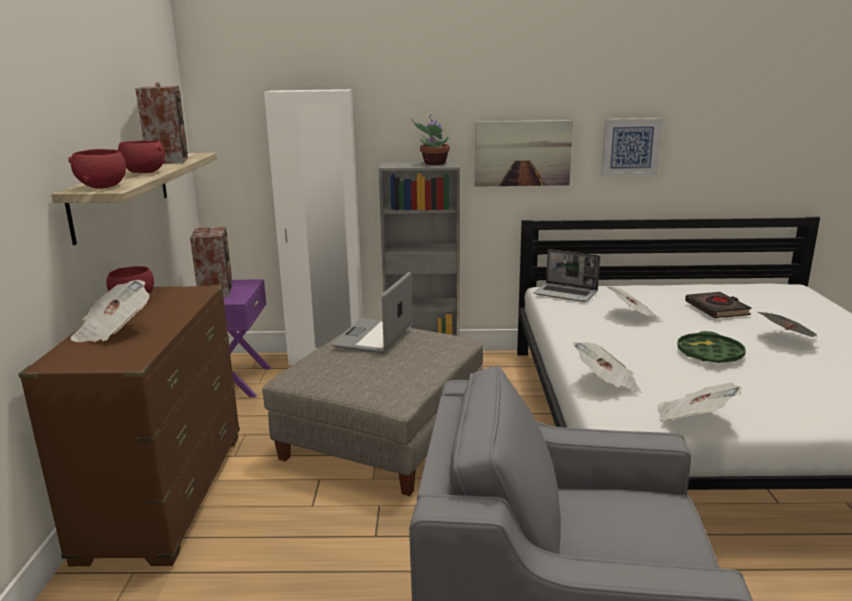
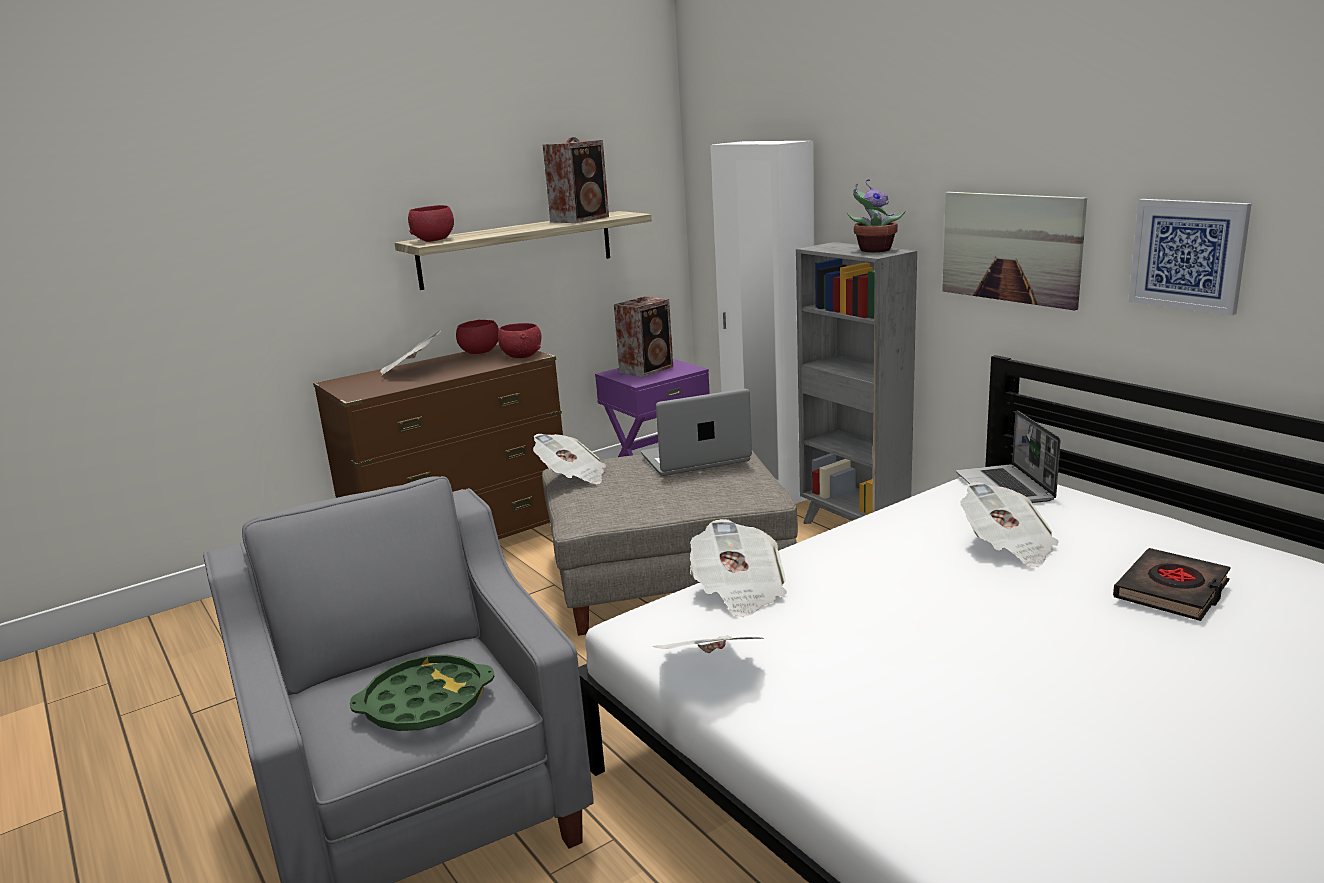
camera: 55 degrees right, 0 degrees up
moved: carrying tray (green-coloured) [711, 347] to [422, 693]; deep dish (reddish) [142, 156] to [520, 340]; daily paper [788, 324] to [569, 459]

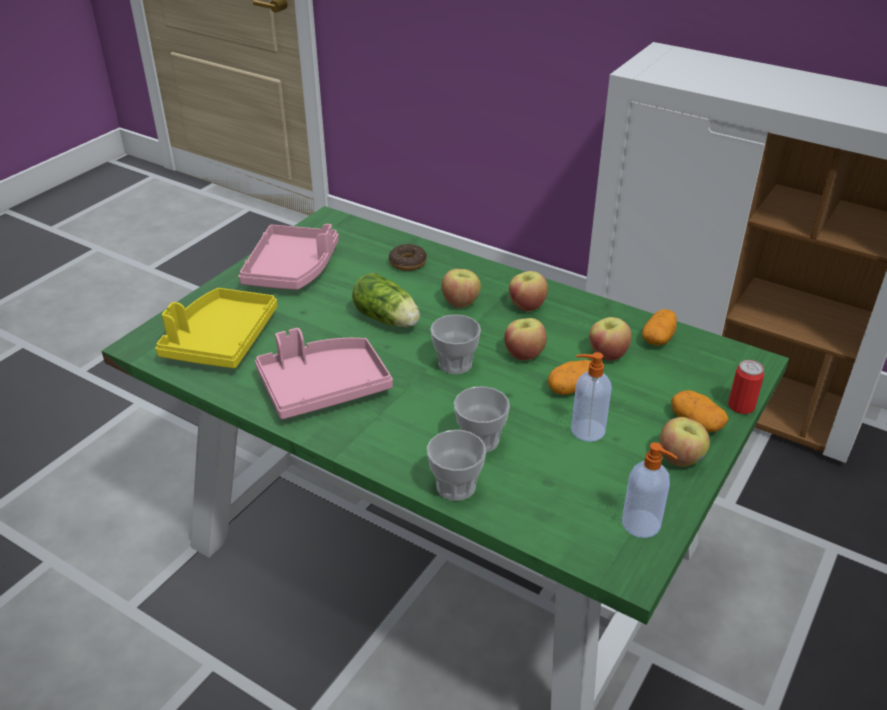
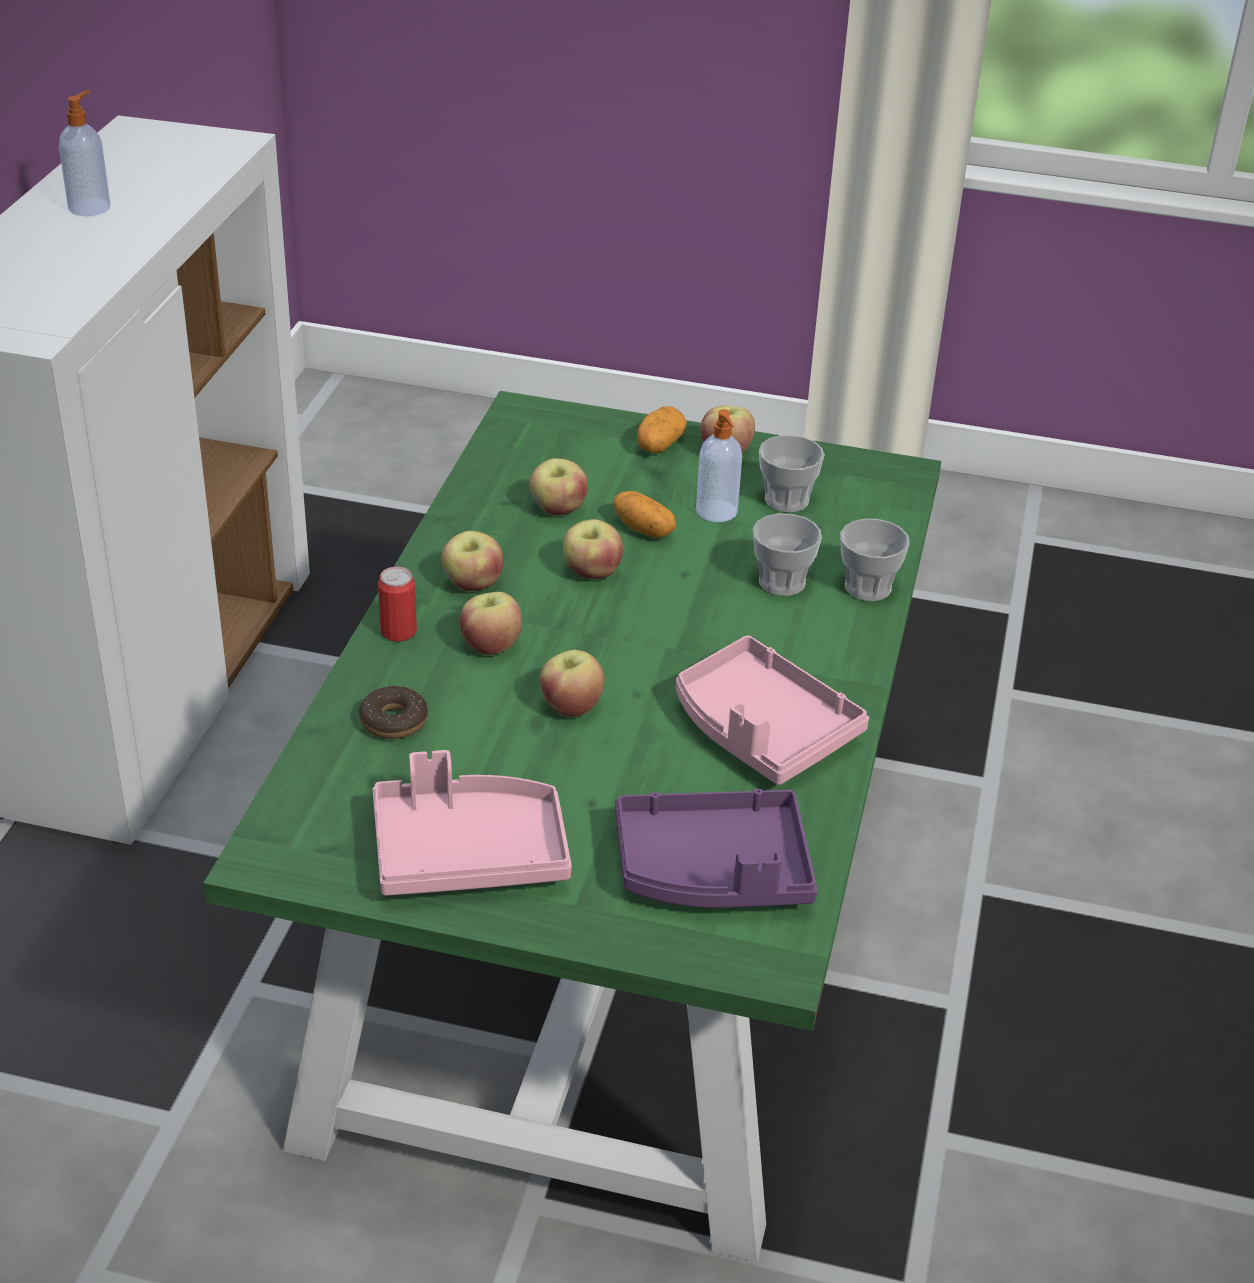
camera: 110 degrees left, 0 degrees up
removed: spud [659, 327]
moved: soap bottle [650, 490] to [84, 153]; can [746, 387] to [397, 604]; small cup [455, 344] to [792, 473]
replaced: lettuce [386, 300] to apple [572, 683]
recoloured: carrying tray (yellowish) [216, 328] to carrying tray (purple) [716, 848]

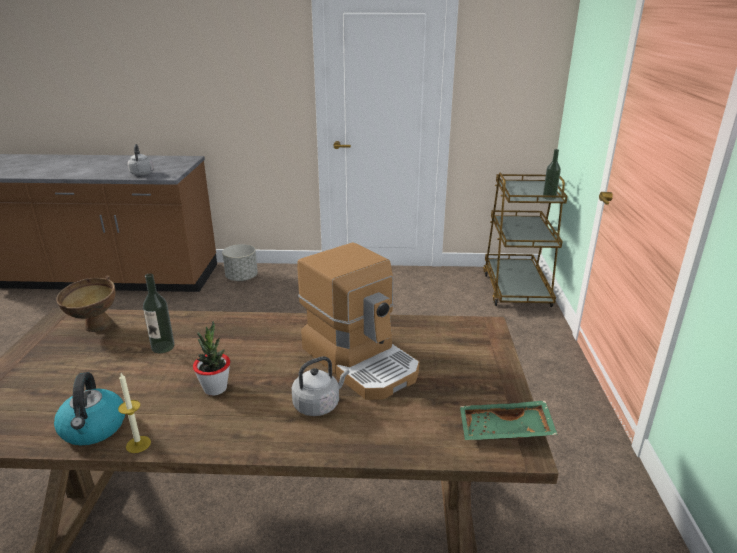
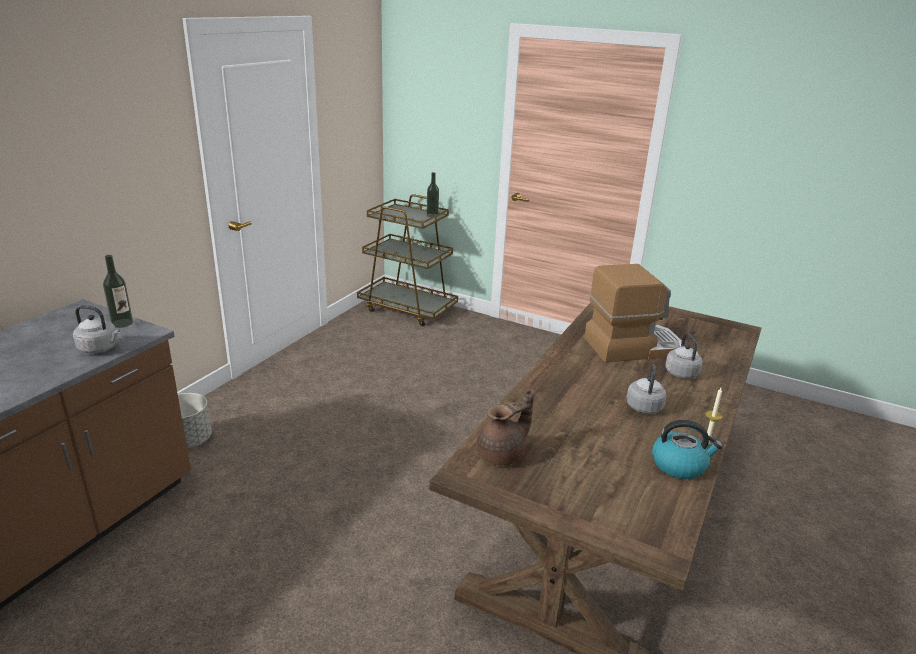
camera: 65 degrees left, 0 degrees up
removed: carrying tray (green-coloured) [509, 420]
moved: beverage bottle [159, 313] to [118, 291]
replaced: deep dish (brown) [86, 304] to pot for tea (brown) [505, 427]; potted plant [211, 358] to tea kettle (gray) [646, 389]

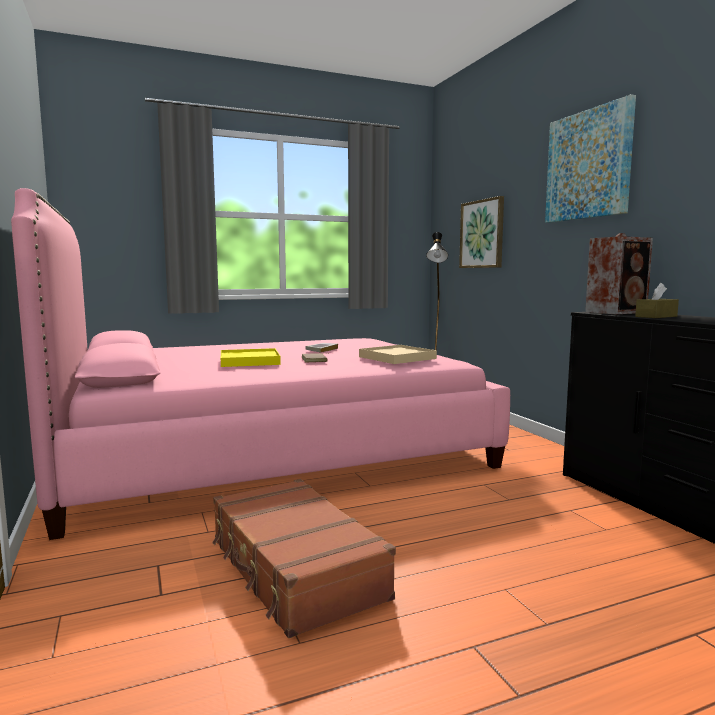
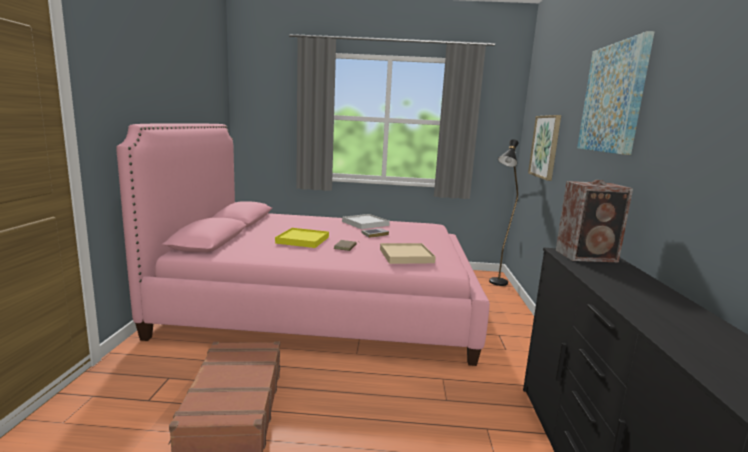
camera: 25 degrees right, 5 degrees up
removed: tissue box (brown) [657, 300]
added: carrying tray (white-coloured) [366, 221]

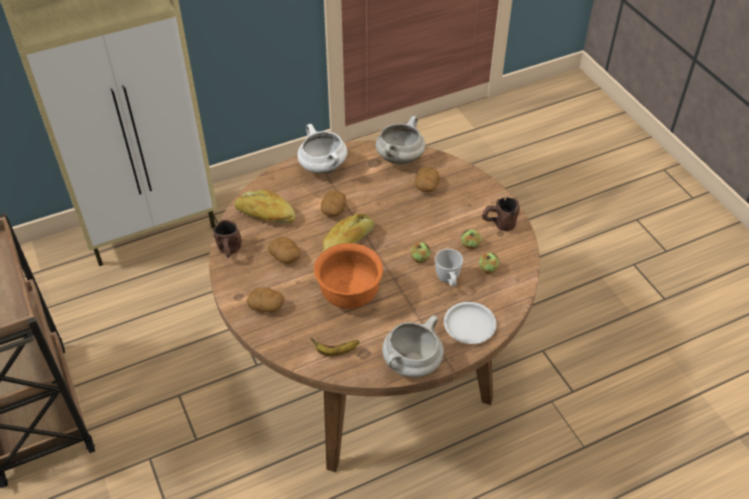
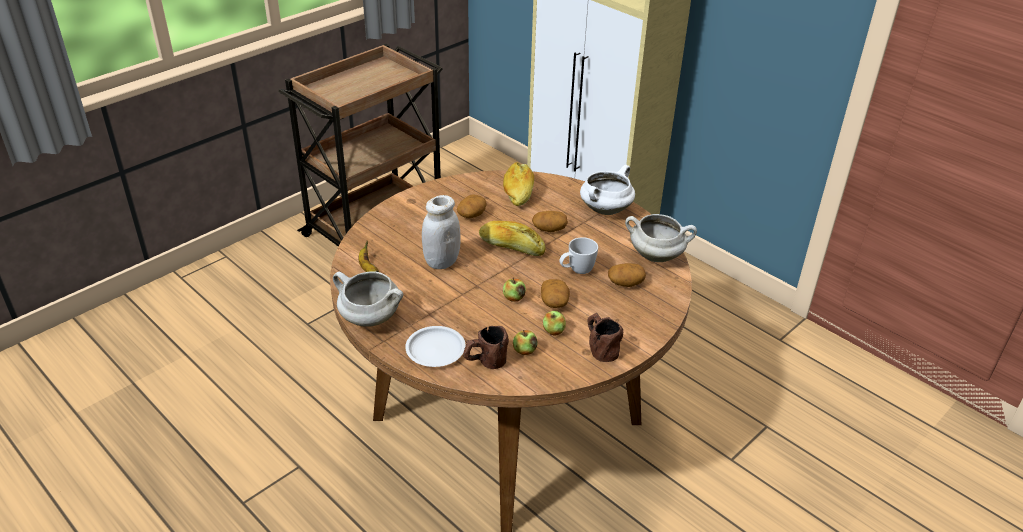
camera: 70 degrees right, 10 degrees down
moved: mug (brown) [227, 239] to [486, 347]; spud [265, 300] to [555, 293]; mug (white-coloured) [449, 267] to [578, 255]
replaced: deep dish (orange-coloured) [348, 276] to storage jar (white-coloured) [441, 232]

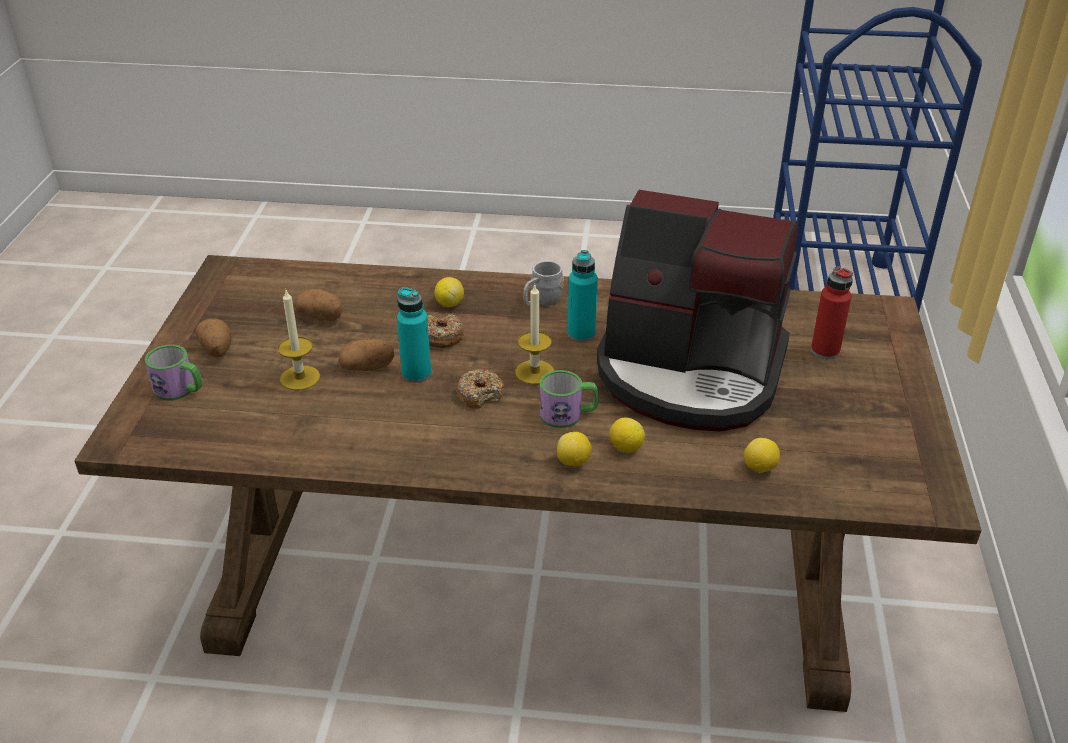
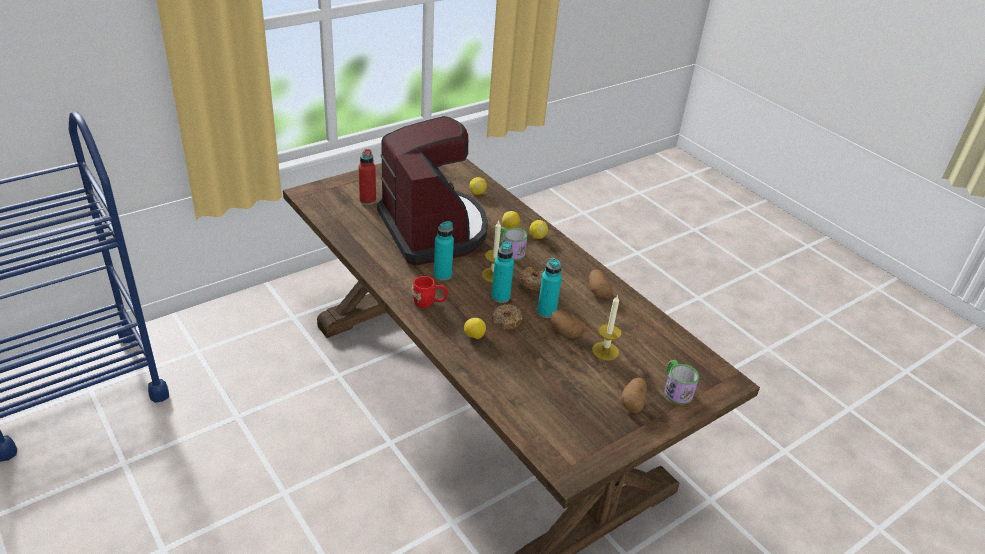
camera: 135 degrees left, 0 degrees up
added: beverage bottle (turquoise-coloured) [502, 272]
moved: spud [319, 305] to [600, 283]
recoloured: mug (gray) [543, 283] to mug (reddish) [429, 292]

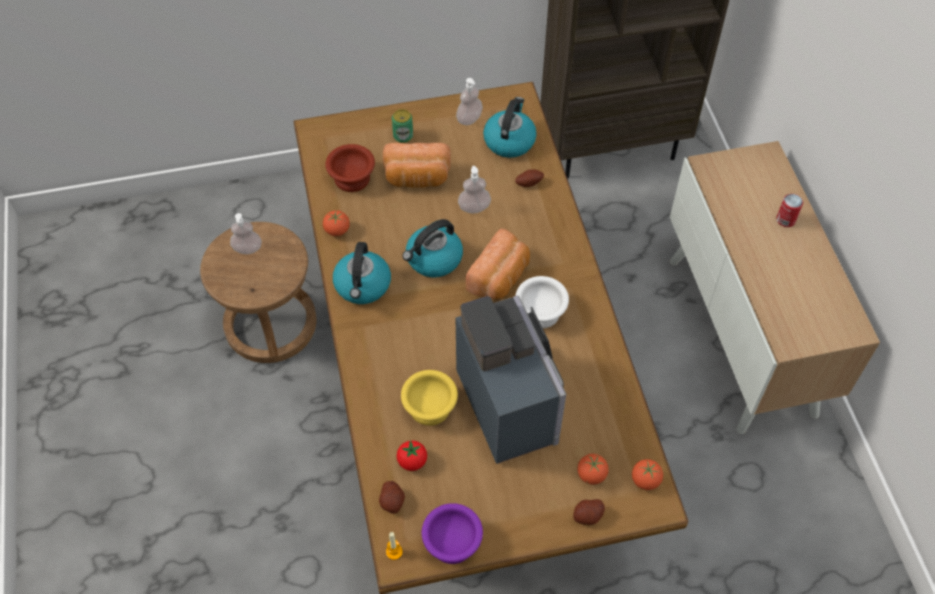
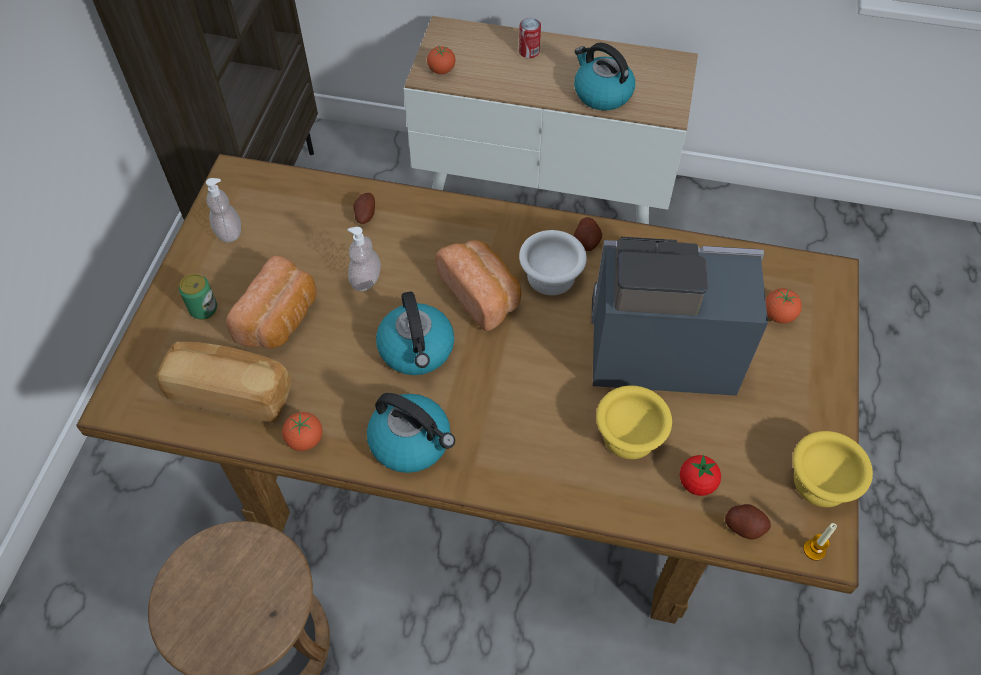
camera: 65 degrees left, 0 degrees up
removed: soap bottle [246, 233]
moved: tomato [647, 474] to [441, 60]; tea kettle [510, 127] to [604, 76]; spud [589, 512] to [588, 234]
replaced: deep dish (brown) [350, 168] to bread [223, 382]
recoloured: deep dish (purple) [452, 533] to deep dish (yellowish) [833, 469]

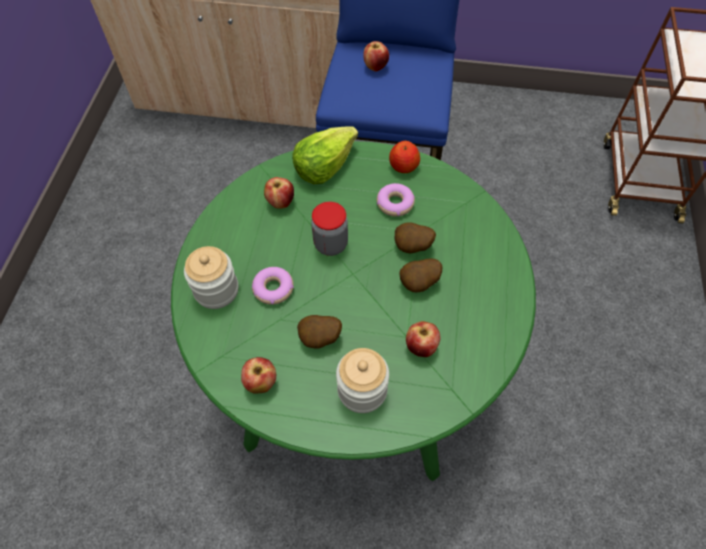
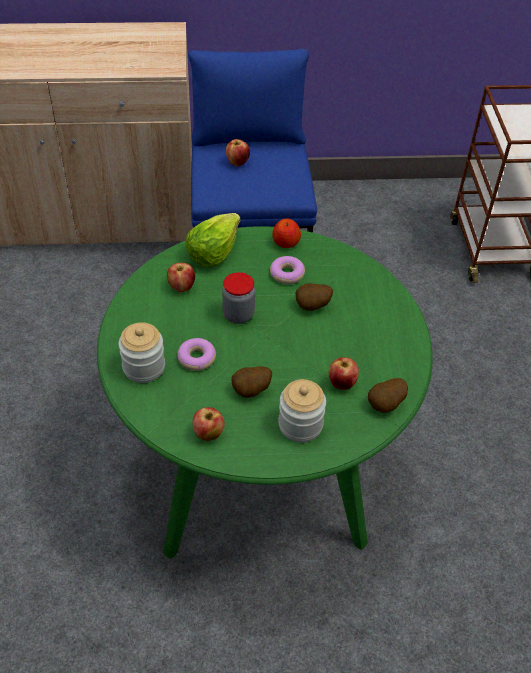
camera: 15 degrees left, 10 degrees down
moved: spud [420, 275] to [388, 395]

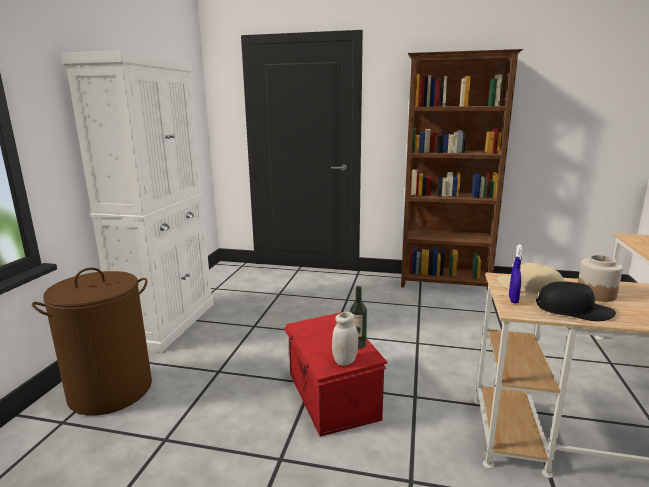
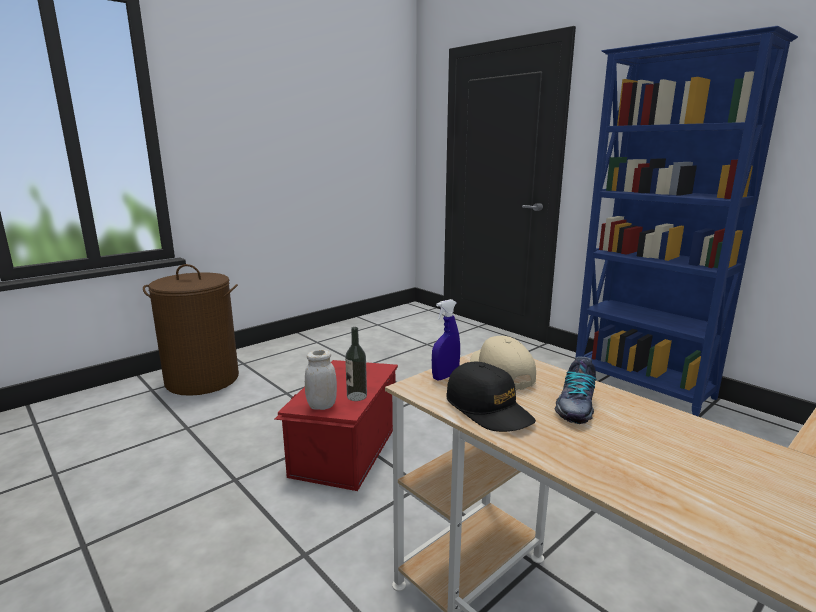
camera: 35 degrees right, 0 degrees up
removed: cupboard (white-coloured) [137, 201]
replaced: storage jar [600, 278] to shoe [575, 390]
recoloured: shelving unit (brown) [462, 170] to shelving unit (bluish) [686, 221]

